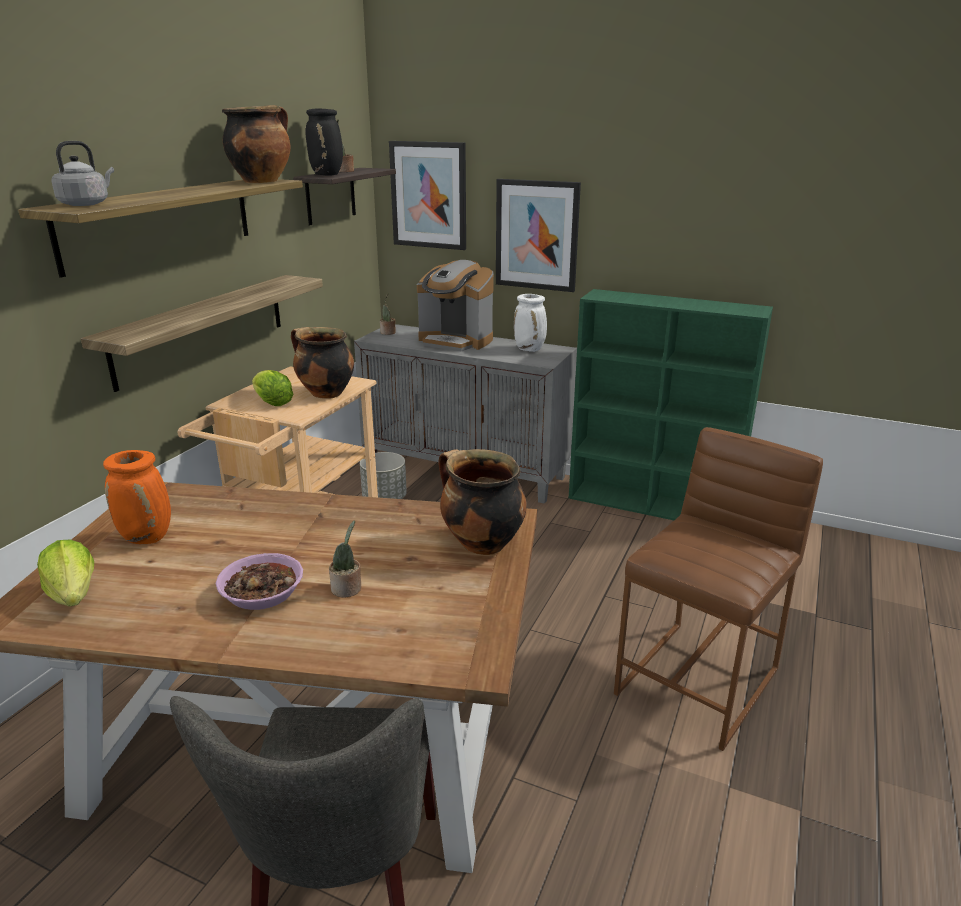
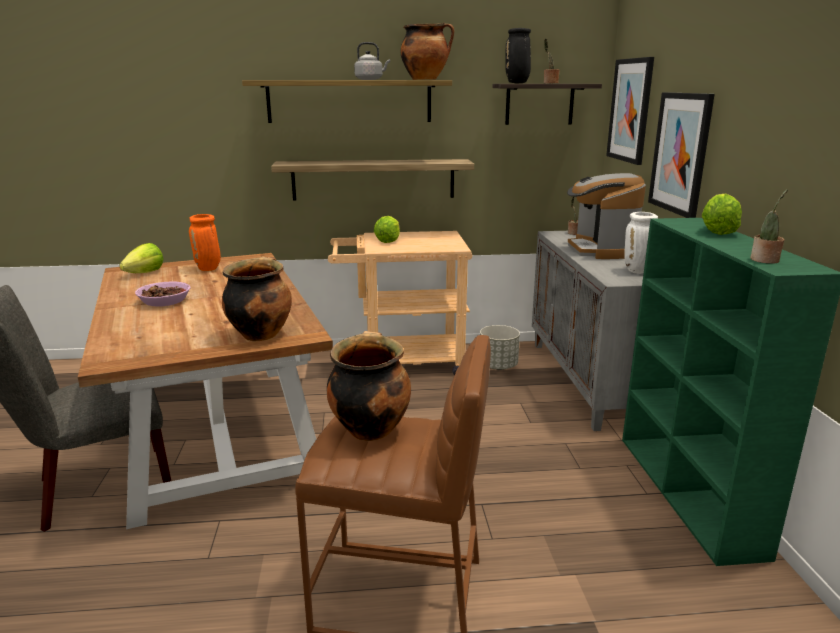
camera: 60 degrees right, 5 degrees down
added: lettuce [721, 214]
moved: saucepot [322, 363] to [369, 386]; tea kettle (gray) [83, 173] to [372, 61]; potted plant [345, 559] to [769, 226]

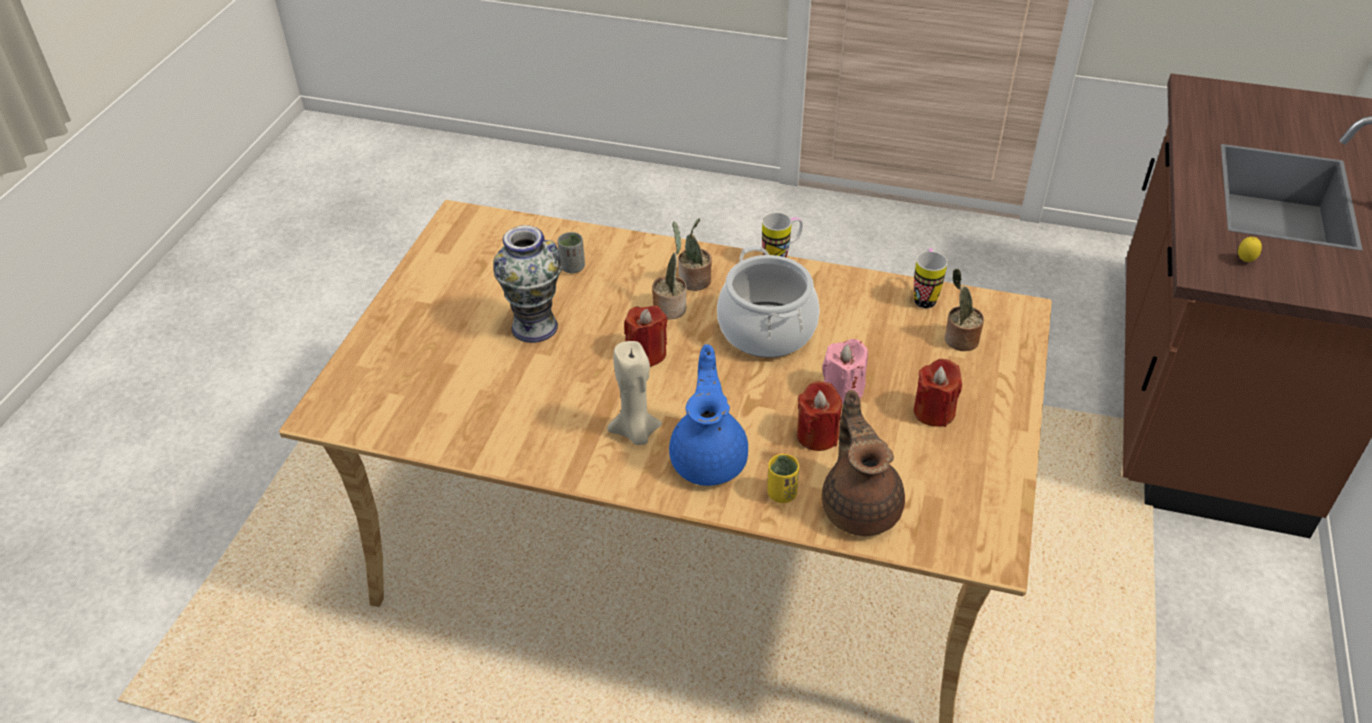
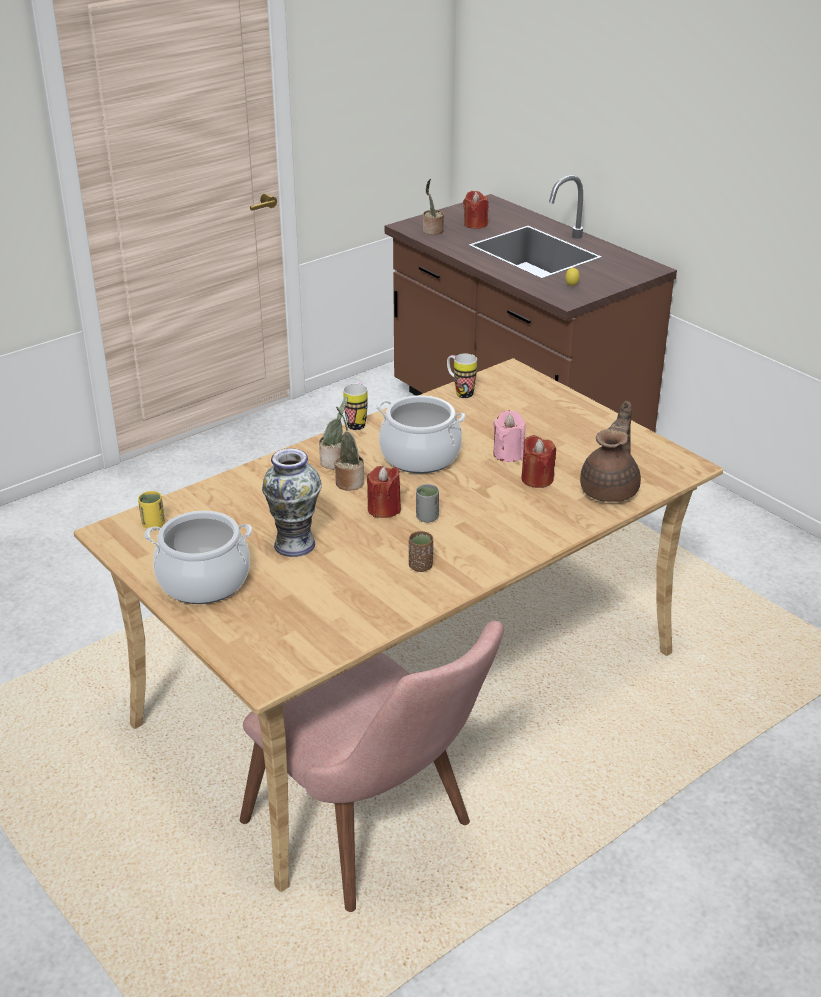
camera: 55 degrees left, 10 degrees down
removed: candle (beige-coloured) [634, 393]; pot for tea (bluish) [708, 415]
added: saucepot [198, 557]; plain chair (pink) [372, 766]; small cup (brown) [421, 551]
moved: small cup (yellowish) [783, 478] to [151, 510]; small cup (gray) [571, 252] to [427, 503]; potted plant [964, 310] to [433, 207]; candle (reddish) [938, 393] to [475, 210]
turned: pot for tea (brown) [863, 463] = [610, 451] 90 degrees clockwise

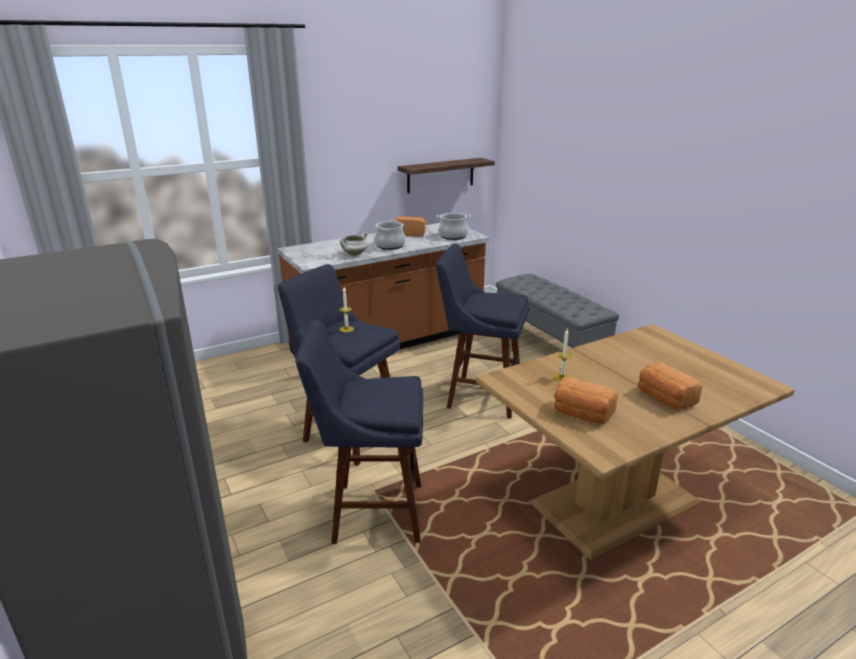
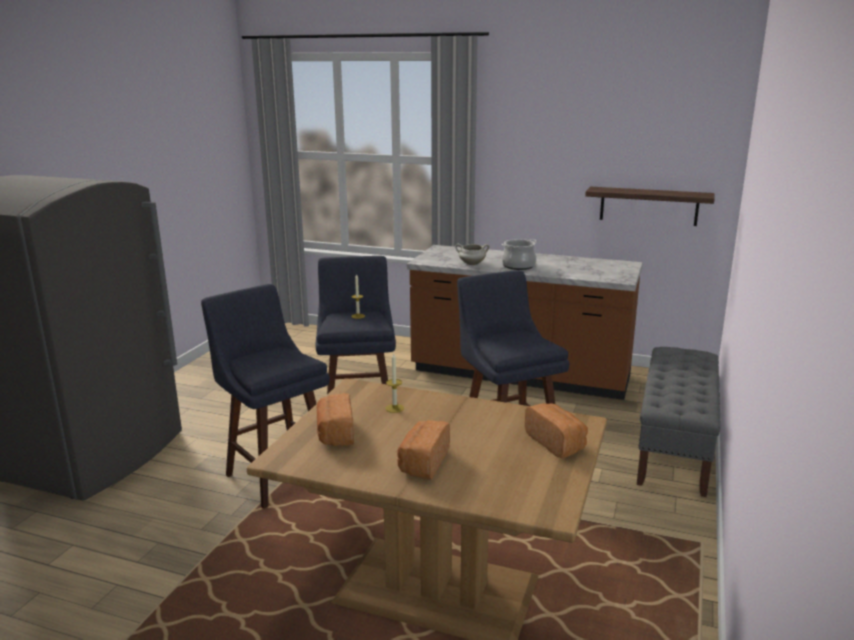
camera: 50 degrees right, 5 degrees down
removed: saucepot [453, 226]
moved: bread [410, 226] to [556, 430]

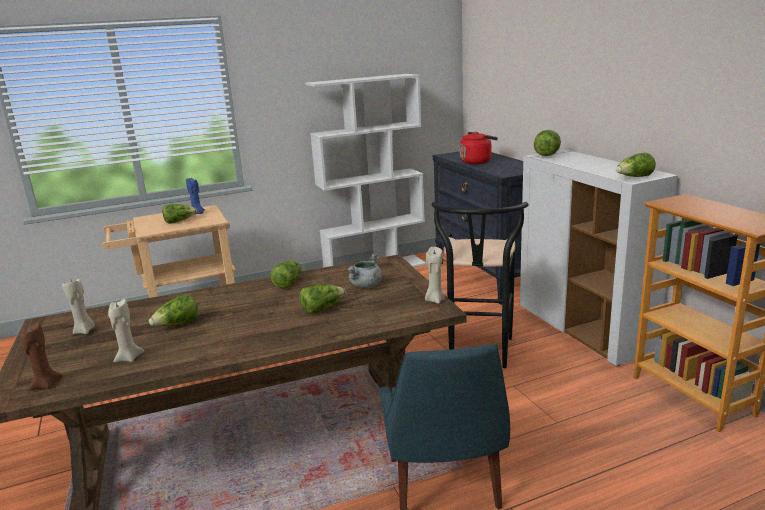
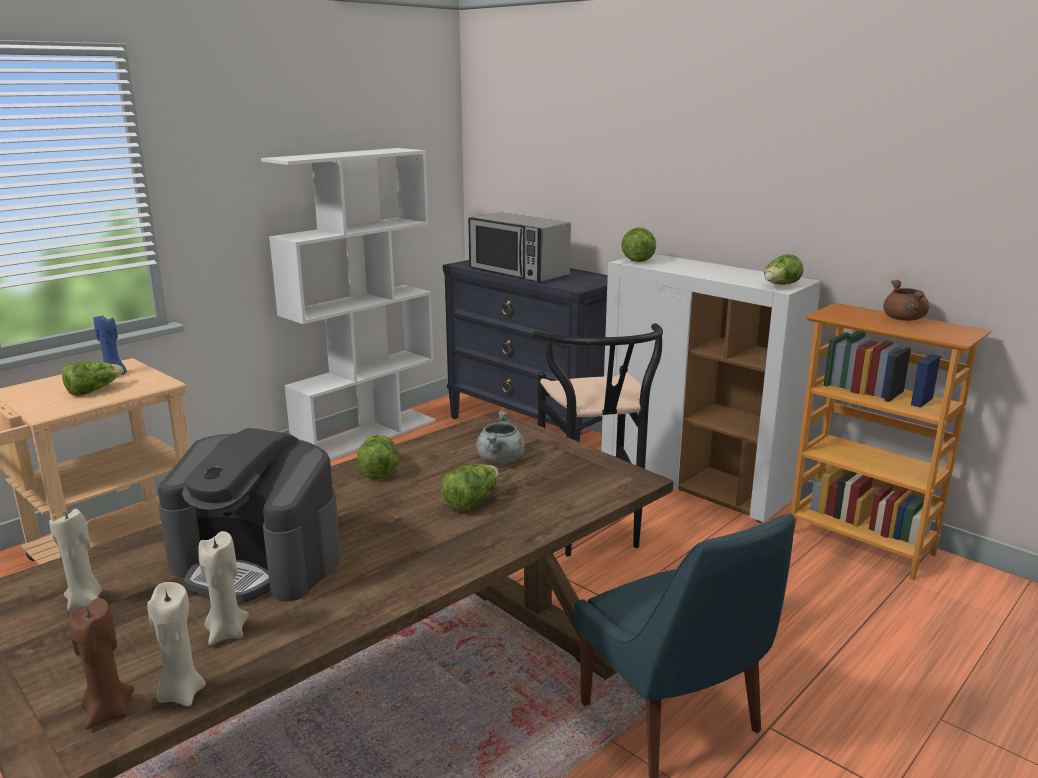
camera: 25 degrees left, 0 degrees up
added: saucepot (brown) [906, 300]
moved: candle (beige-coloured) [435, 275] to [176, 644]
replaced: lettuce [174, 310] to coffee maker [249, 515]; tea kettle (reddish) [479, 148] to microwave [519, 247]

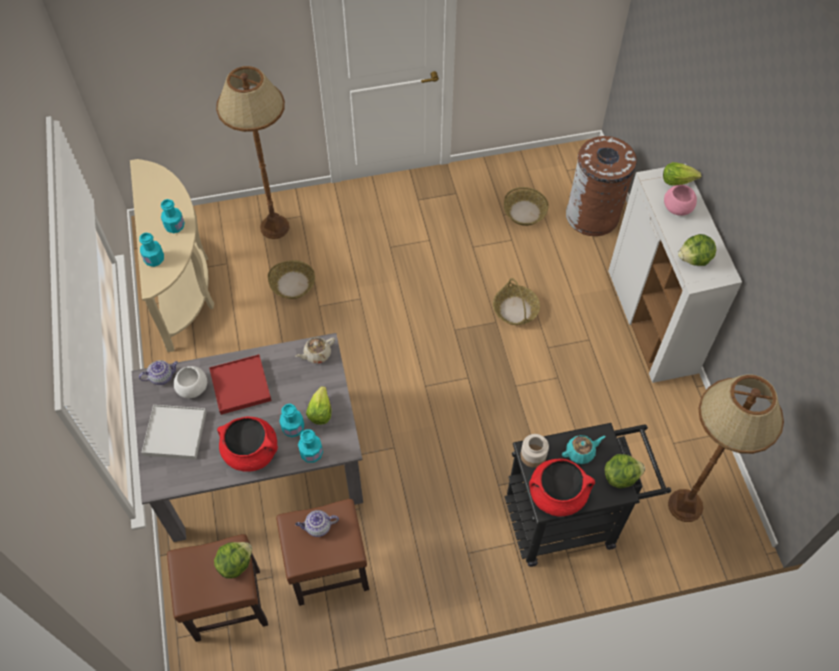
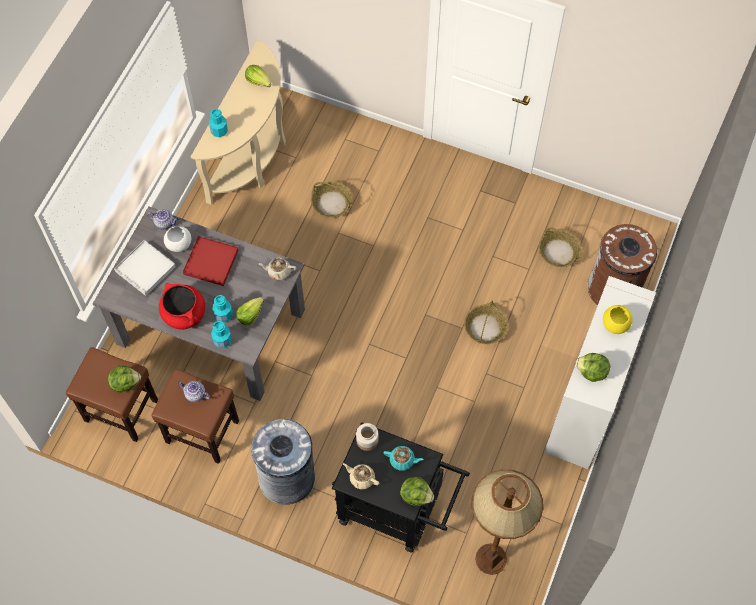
camera: 35 degrees right, 5 degrees up
removed: beverage bottle (turquoise-coloured) [173, 216]; standard lamp (brown) [253, 152]
added: rubbish bin (gray) [283, 462]
moved: lettuce [682, 174] to [258, 76]
replaced: saucepot (reddish) [562, 487] to pot for tea (beige-coloured) [361, 476]
recoloured: deep dish (pink) [680, 200] to deep dish (yellowish) [618, 319]

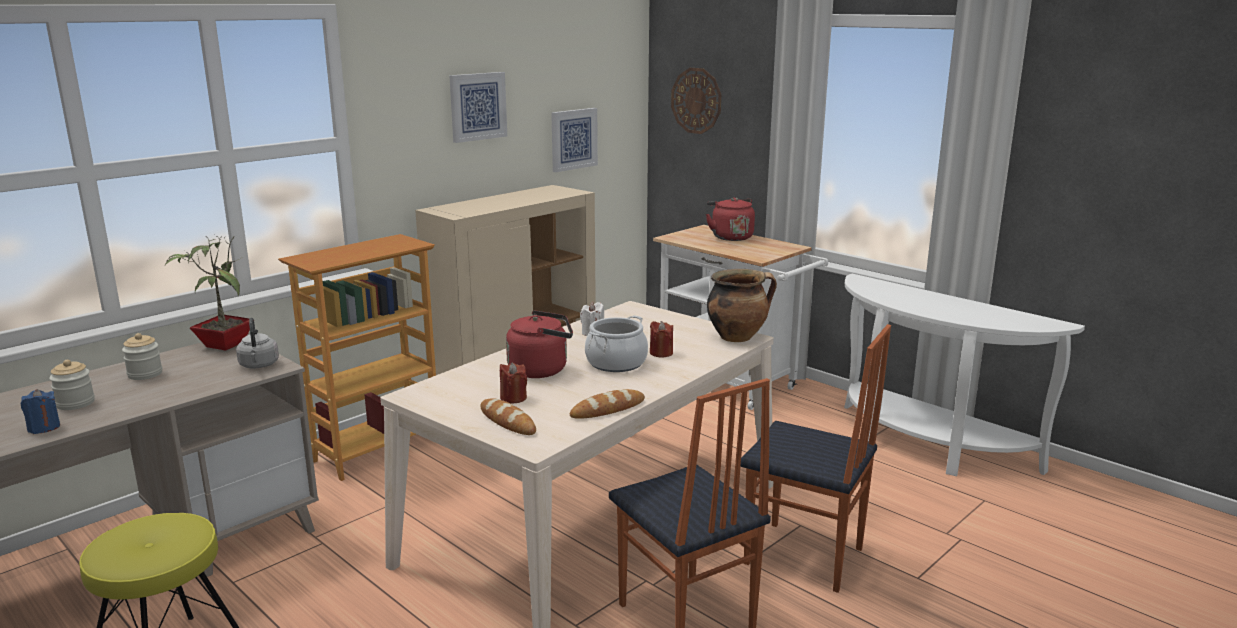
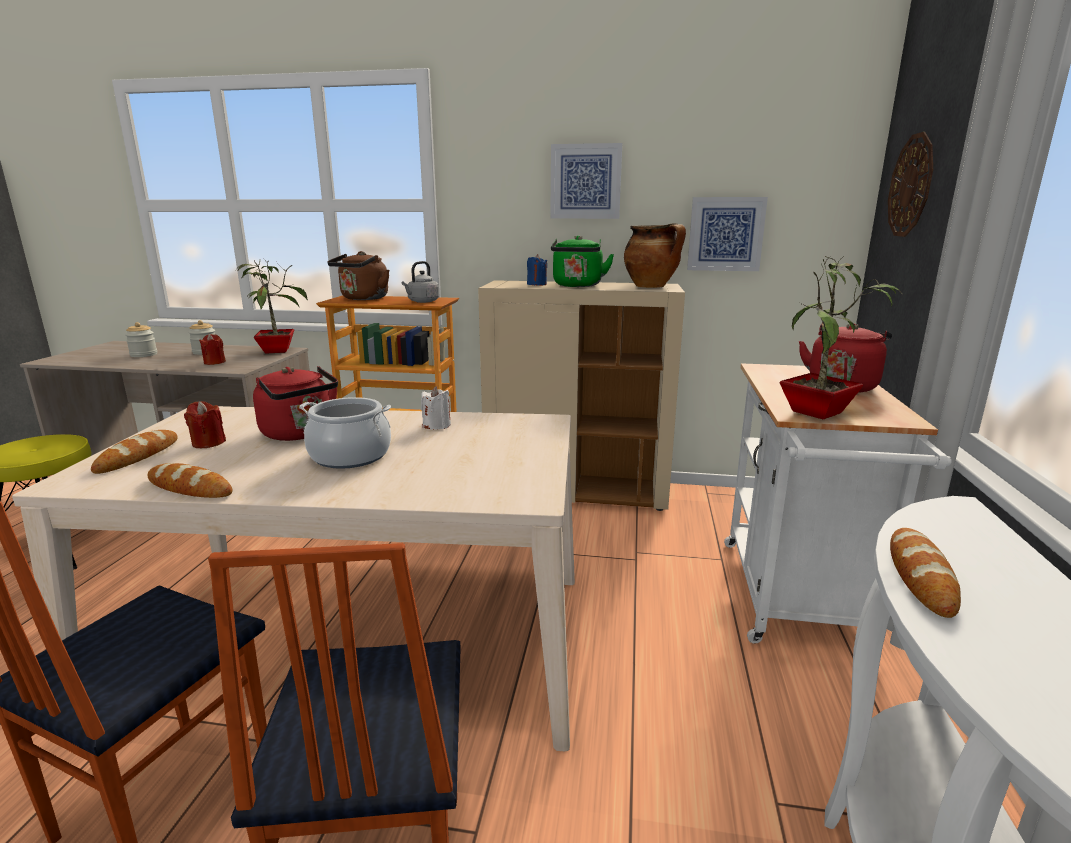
camera: 55 degrees right, 0 degrees up
added: tea kettle (brown) [358, 275]; tea kettle (green-coloured) [582, 261]; potted plant [841, 337]; bread [925, 573]
moved: candle (reddish) [661, 339] to [212, 349]; tea kettle (gray) [257, 343] to [420, 282]; candle (bluish) [40, 411] to [537, 270]; saucepot [742, 305] to [655, 255]

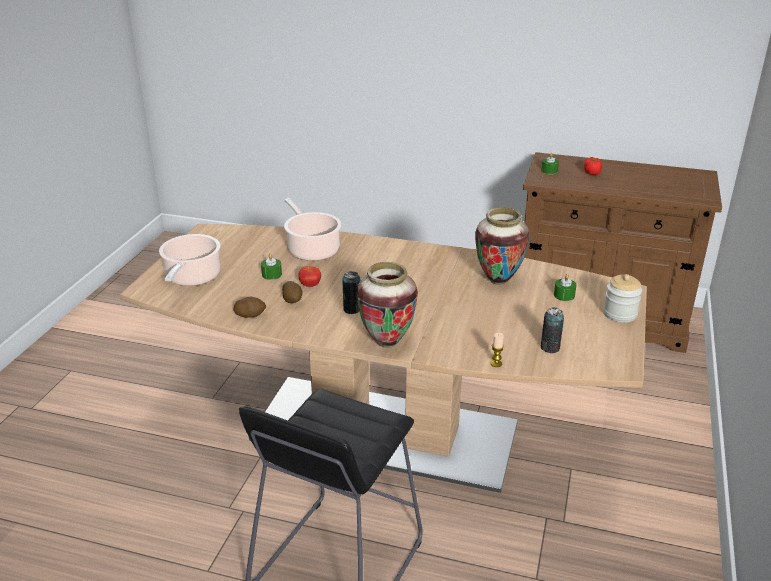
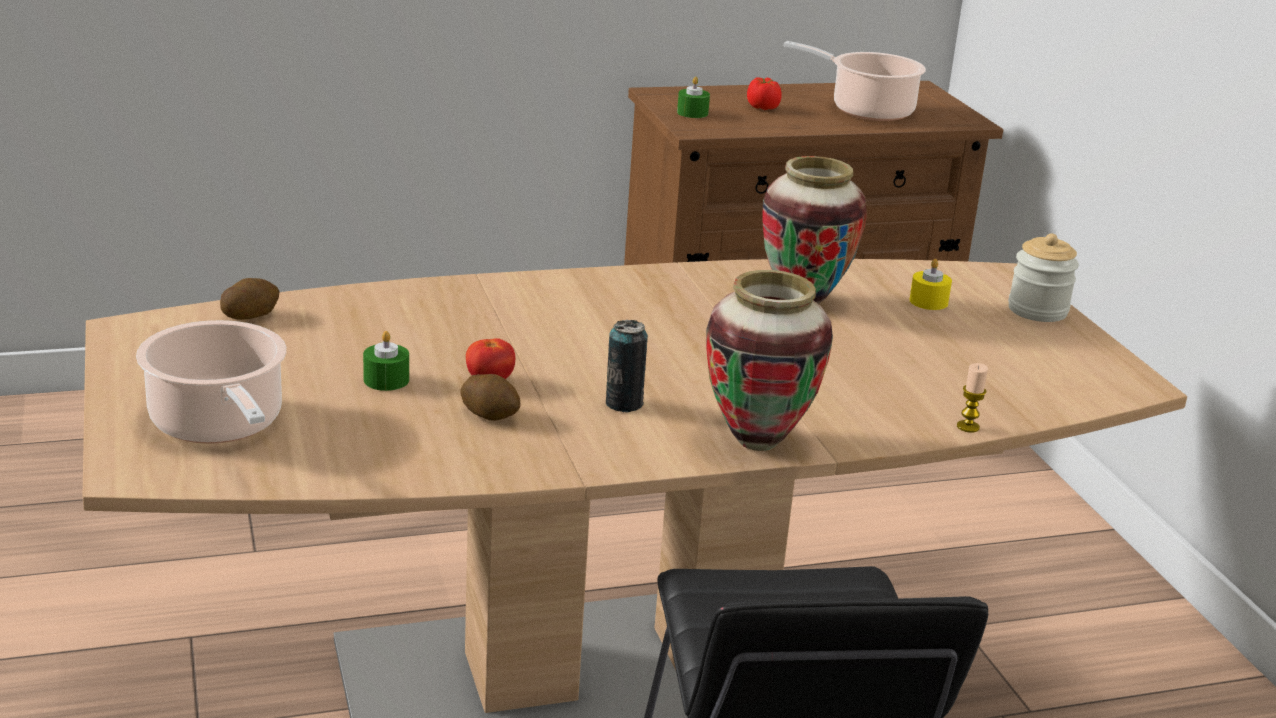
camera: 35 degrees left, 5 degrees down
removed: can [552, 330]
moved: spud [250, 307] to [250, 299]; saucepot [312, 229] to [855, 81]
recoloured: candle (green-coloured) [565, 287] to candle (yellowish) [930, 284]

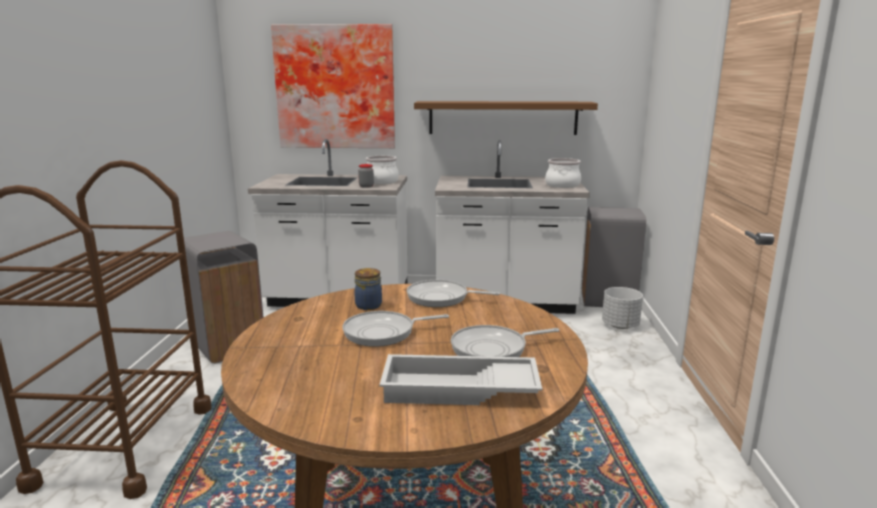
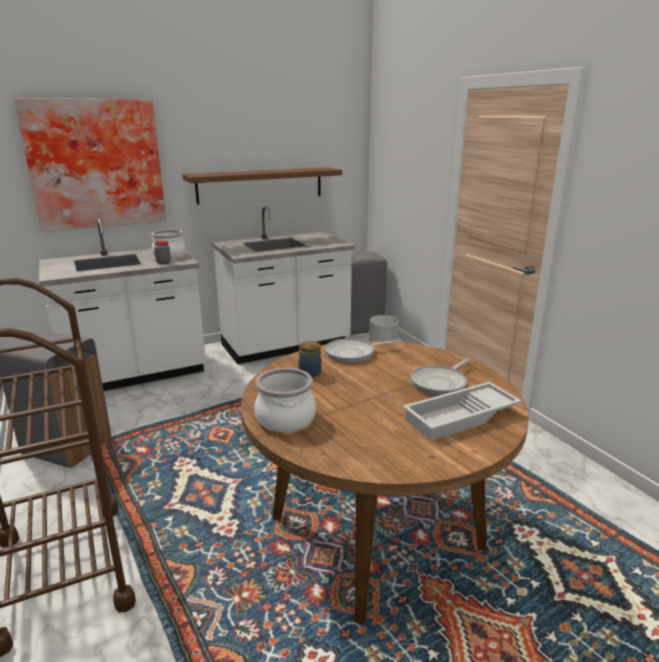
camera: 30 degrees left, 5 degrees up
removed: pan [396, 329]
moved: saucepot [563, 173] to [285, 400]

